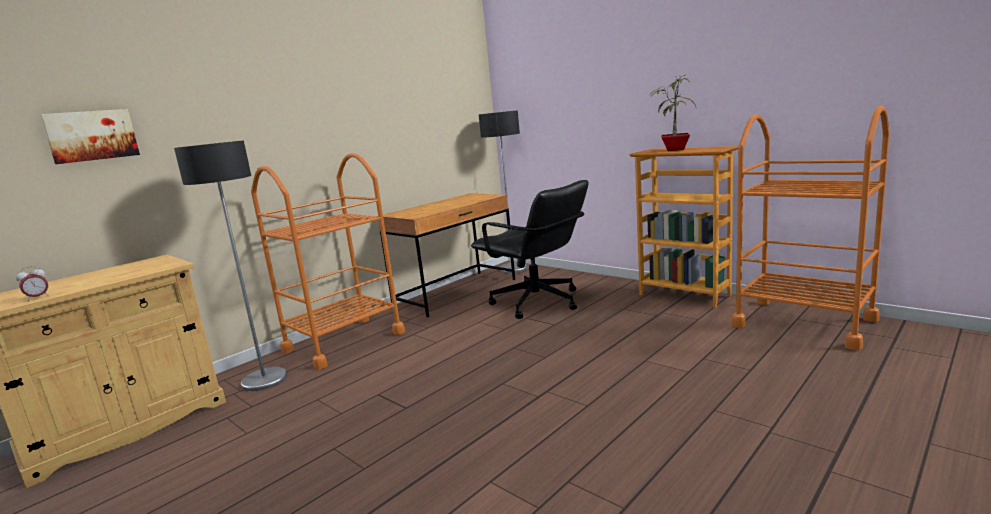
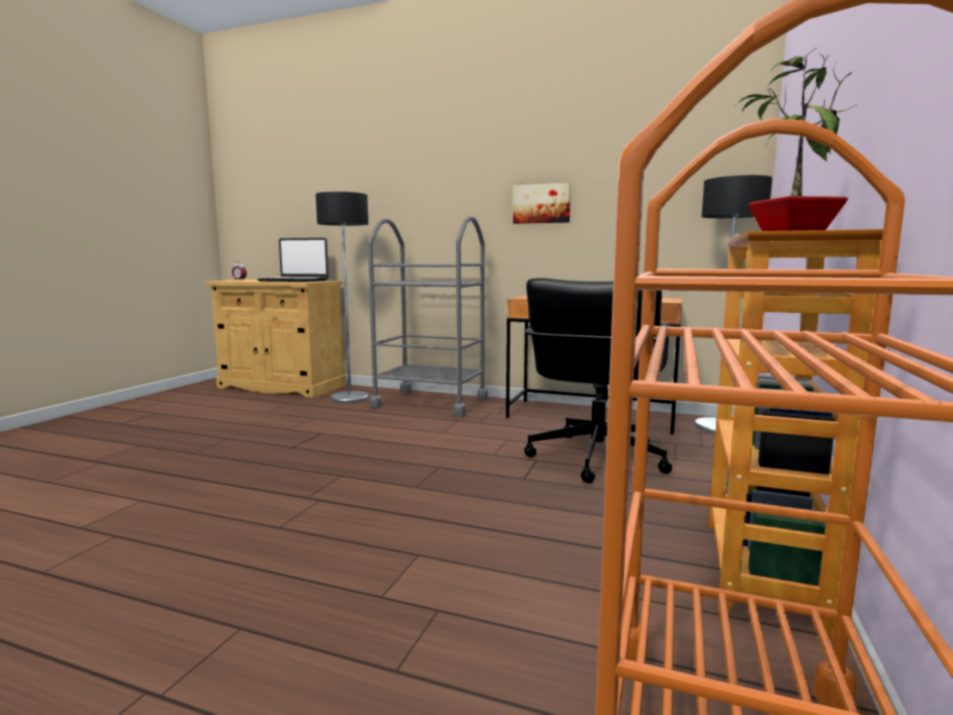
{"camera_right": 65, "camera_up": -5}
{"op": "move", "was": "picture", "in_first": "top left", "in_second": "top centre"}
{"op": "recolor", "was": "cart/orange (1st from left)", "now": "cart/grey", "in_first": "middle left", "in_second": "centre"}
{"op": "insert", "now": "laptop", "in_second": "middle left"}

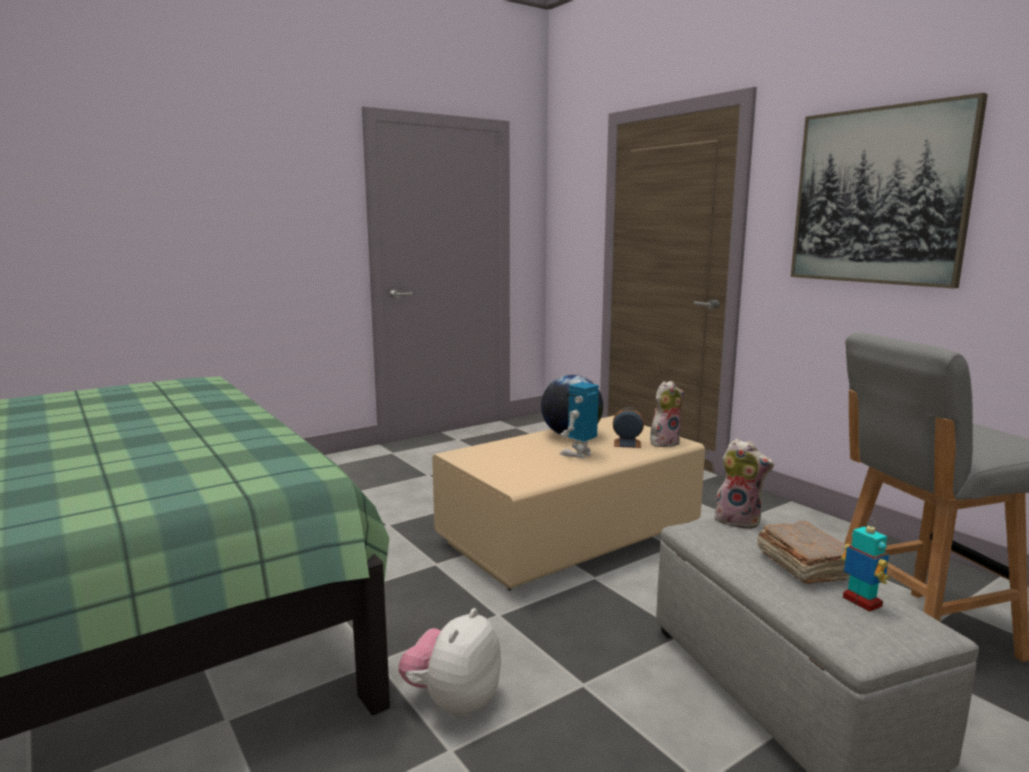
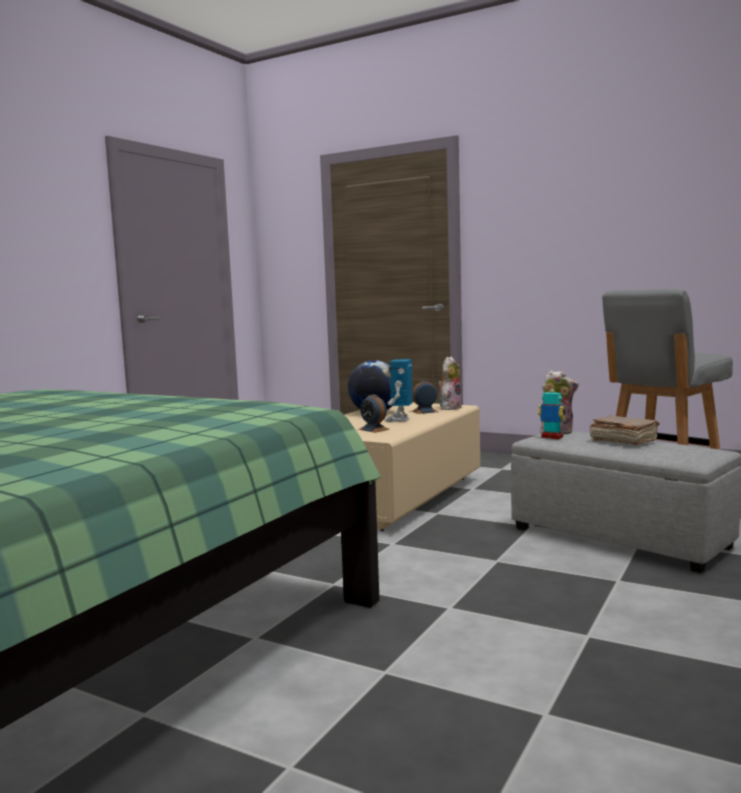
{"camera_right": -25, "camera_up": -5}
{"op": "delete", "was": "plush toy (1st from left)", "in_first": "bottom centre"}
{"op": "delete", "was": "picture", "in_first": "top right"}
{"op": "move", "was": "toy robot (2nd from left)", "in_first": "bottom right", "in_second": "middle right"}
{"op": "insert", "now": "alarm clock (1st from left)", "in_second": "centre"}

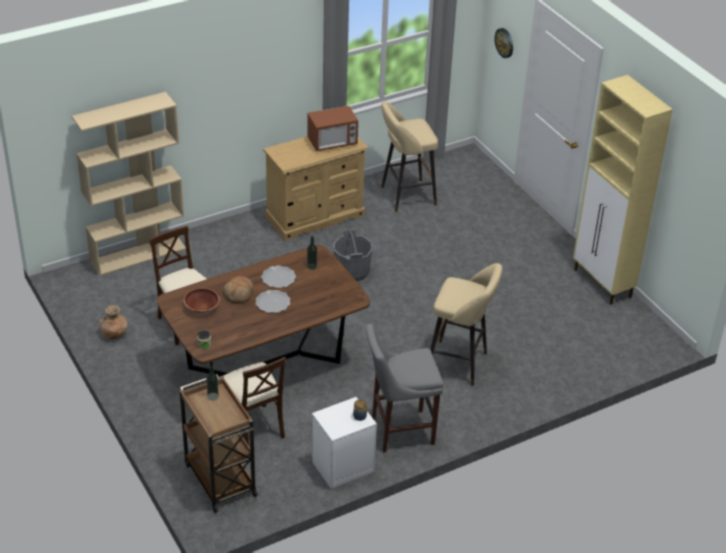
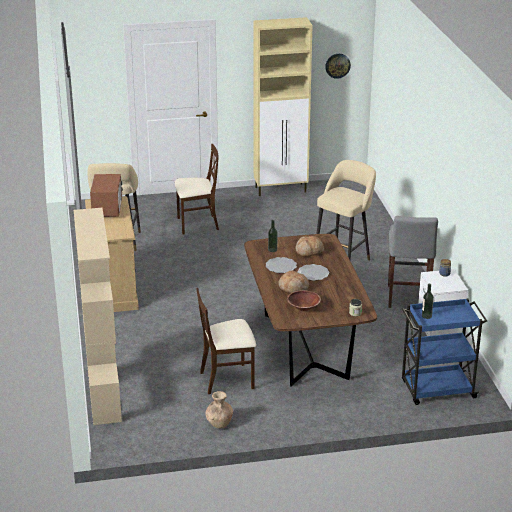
{"camera_right": -70, "camera_up": -10}
{"op": "recolor", "was": "cart/brown", "now": "cart/blue", "in_first": "bottom left", "in_second": "bottom right"}
{"op": "move", "was": "chair/beige (2nd from left in the first image)", "now": "chair/beige (1st from left)", "in_first": "bottom centre", "in_second": "centre"}
{"op": "delete", "was": "bucket/grey", "in_first": "centre"}
{"op": "move", "was": "wall clock", "in_first": "top right", "in_second": "top centre"}
{"op": "insert", "now": "bread (2nd from left)", "in_second": "centre"}

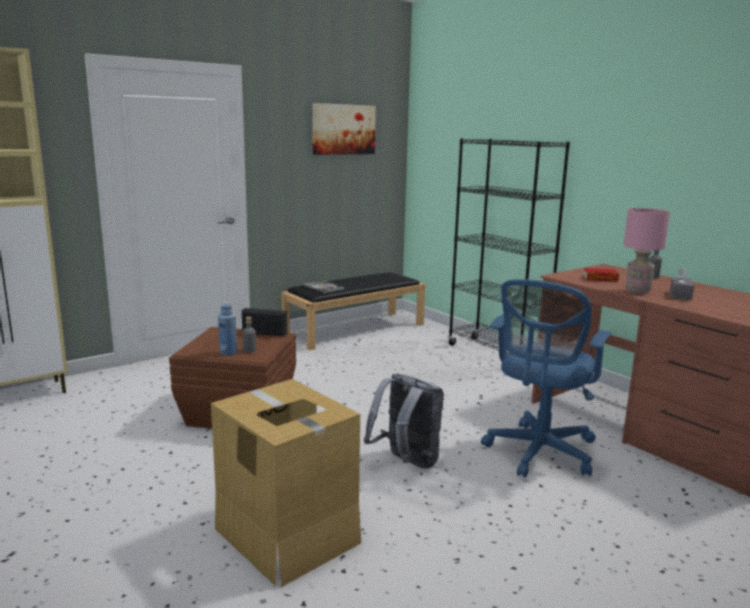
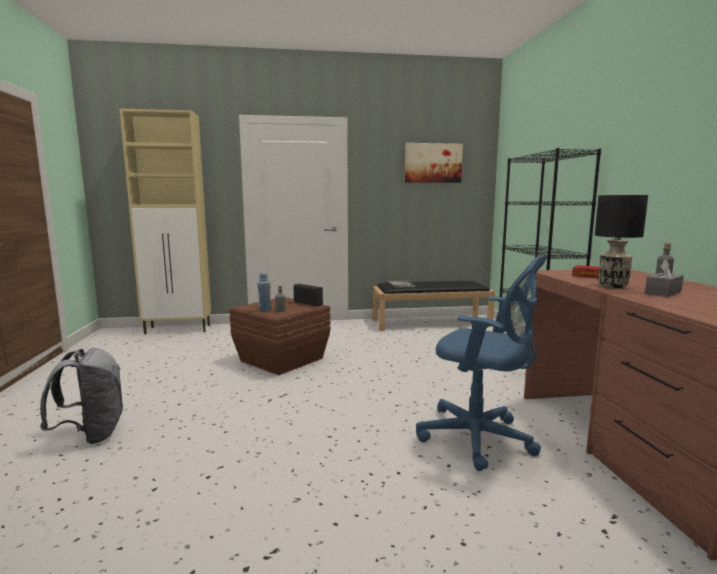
{"camera_right": 30, "camera_up": -5}
{"op": "delete", "was": "cardboard box", "in_first": "bottom centre"}
{"op": "move", "was": "backpack/grey", "in_first": "bottom centre", "in_second": "bottom left"}
{"op": "rotate", "was": "office chair/blue", "in_first": "middle right", "in_second": "middle right", "clockwise": -120}
{"op": "recolor", "was": "table lamp/pink", "now": "table lamp/black", "in_first": "middle right", "in_second": "middle right"}

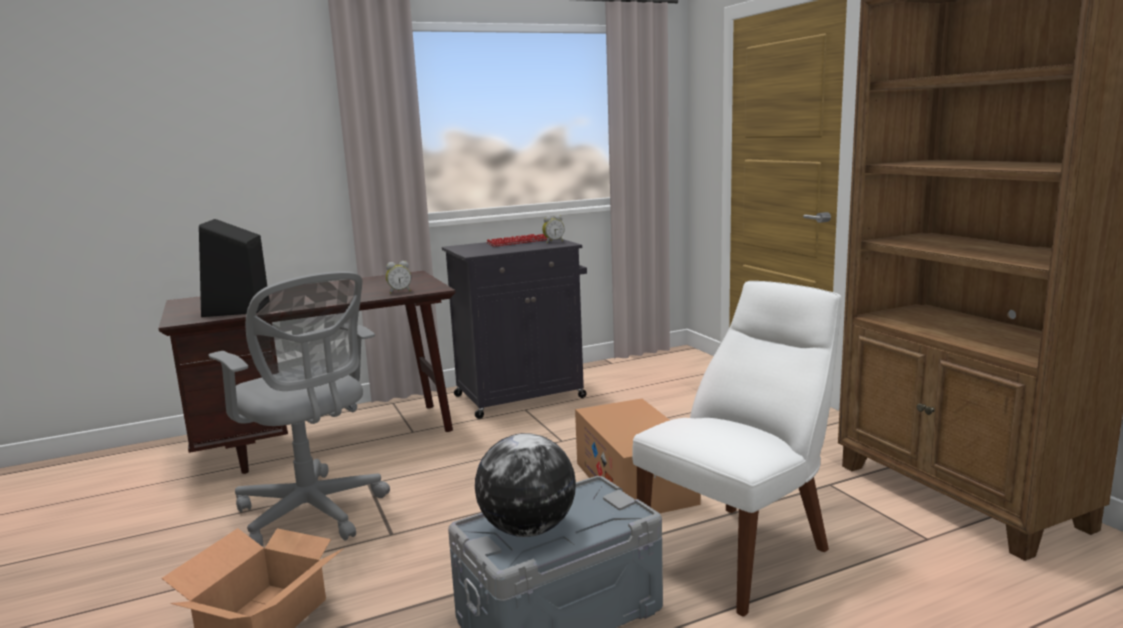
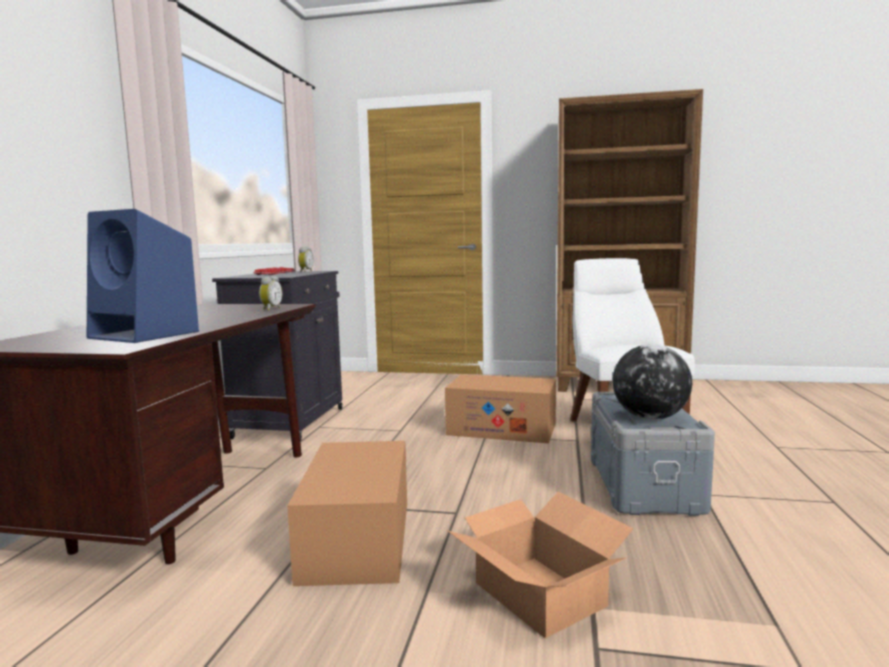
{"camera_right": -55, "camera_up": -5}
{"op": "recolor", "was": "speaker/black", "now": "speaker/blue", "in_first": "middle left", "in_second": "middle left"}
{"op": "replace", "was": "office chair/grey", "now": "cardboard box (1st from left)", "in_first": "middle left", "in_second": "bottom centre"}

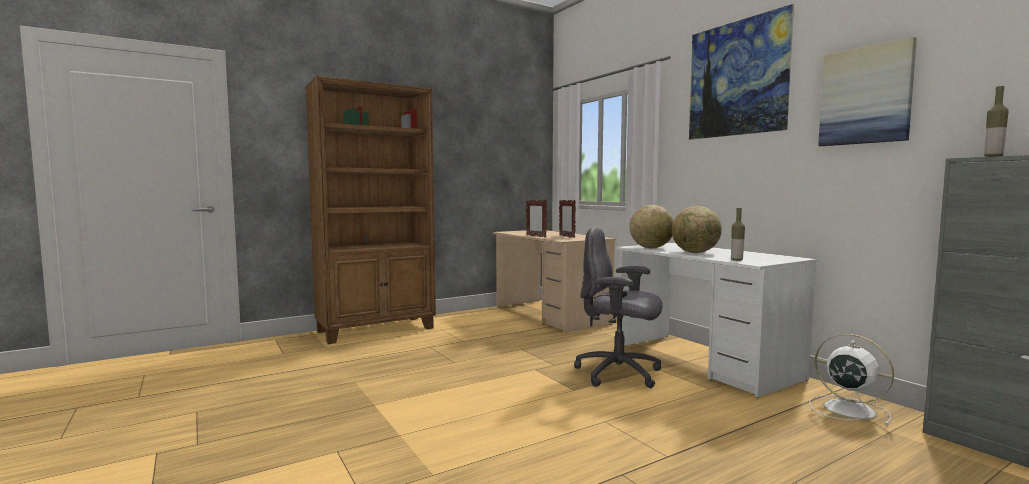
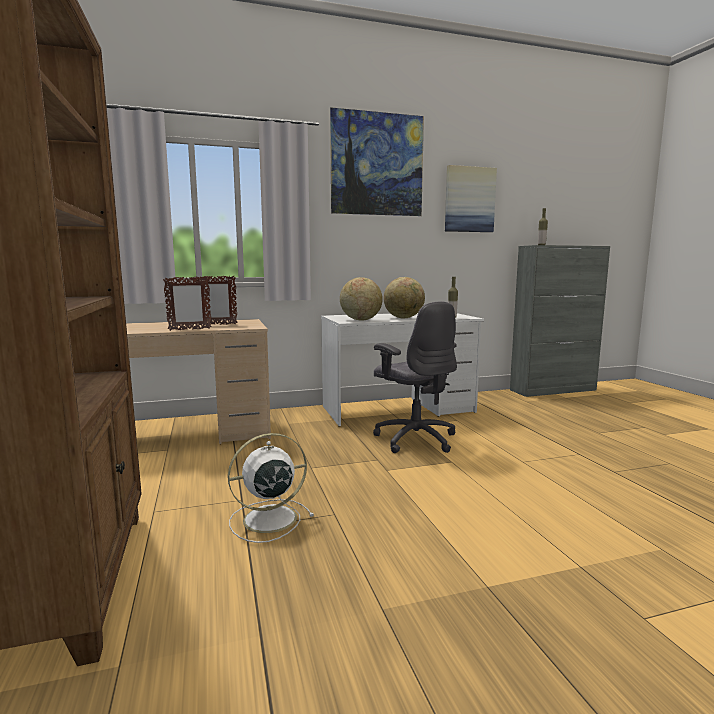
{"camera_right": -75, "camera_up": 5}
{"op": "rotate", "was": "office chair/grey", "in_first": "centre", "in_second": "centre", "clockwise": -75}
{"op": "move", "was": "fan/white", "in_first": "bottom right", "in_second": "bottom centre"}

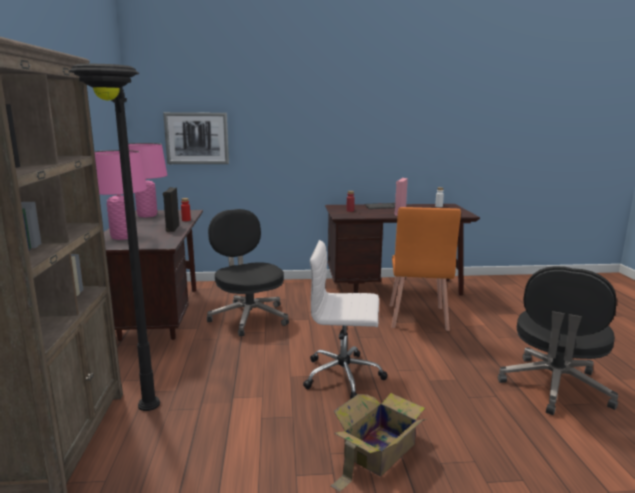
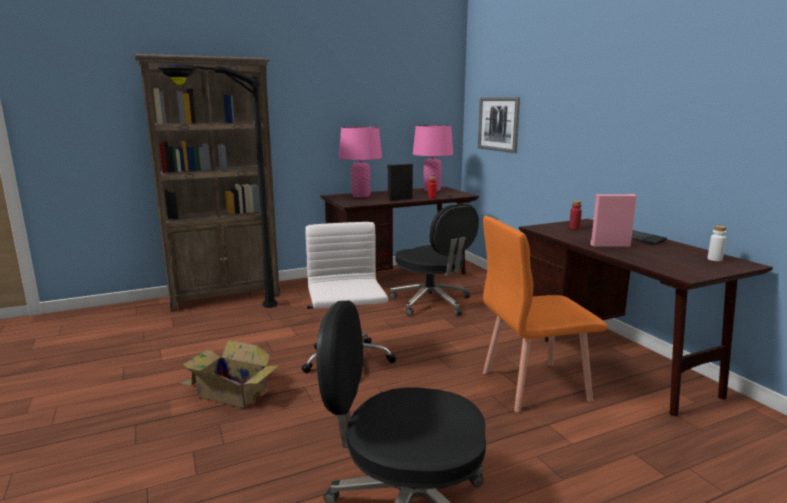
{"camera_right": 70, "camera_up": 0}
{"op": "rotate", "was": "office chair/black (1st from left in the first image)", "in_first": "centre", "in_second": "centre", "clockwise": 105}

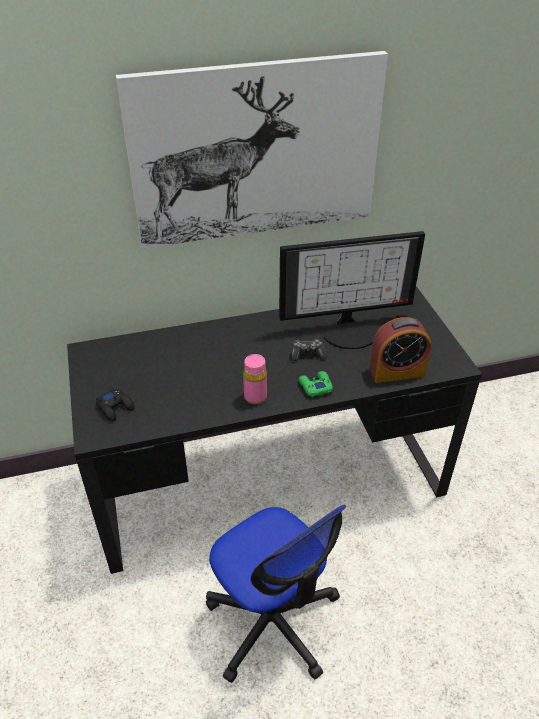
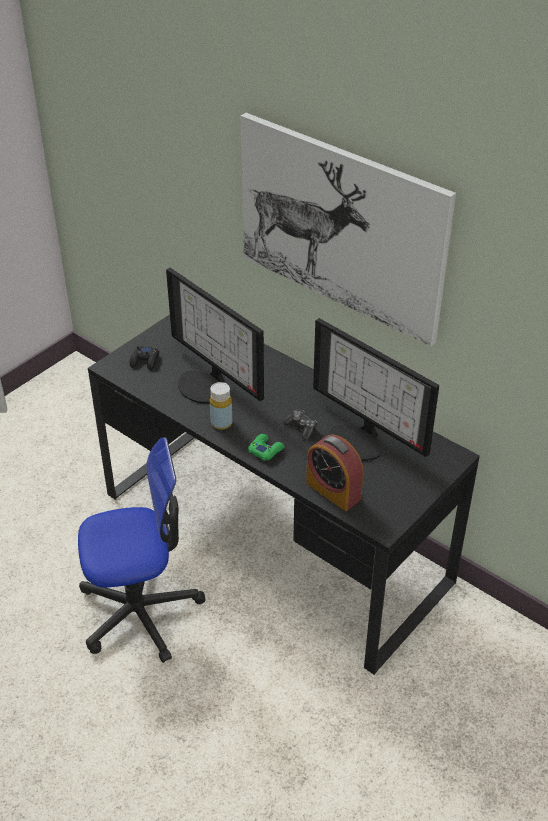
{"camera_right": 55, "camera_up": 0}
{"op": "rotate", "was": "office chair", "in_first": "bottom centre", "in_second": "bottom left", "clockwise": -120}
{"op": "recolor", "was": "bottle/pink", "now": "bottle/yellow", "in_first": "centre", "in_second": "centre"}
{"op": "insert", "now": "monitor (1st from left)", "in_second": "centre"}

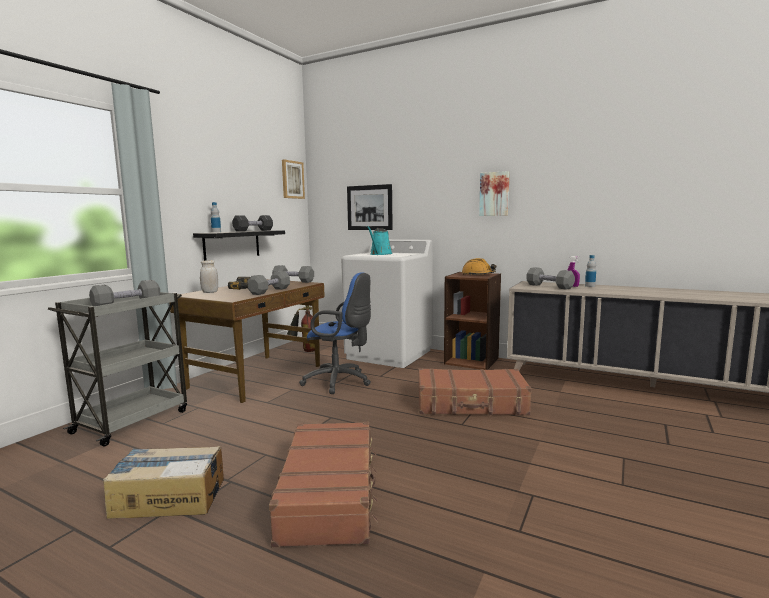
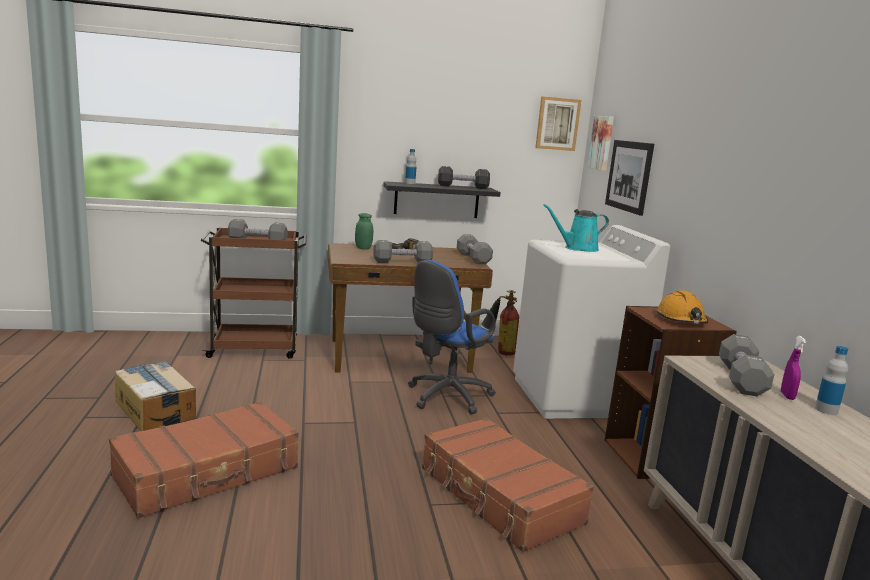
{"camera_right": 50, "camera_up": 5}
{"op": "recolor", "was": "cart/grey", "now": "cart/brown", "in_first": "middle left", "in_second": "middle left"}
{"op": "recolor", "was": "jar/white", "now": "jar/green", "in_first": "middle left", "in_second": "centre"}
{"op": "rotate", "was": "office chair/blue", "in_first": "centre", "in_second": "centre", "clockwise": 60}
{"op": "move", "was": "picture (3rd from left in the first image)", "now": "picture (2nd from left)", "in_first": "top centre", "in_second": "top right"}

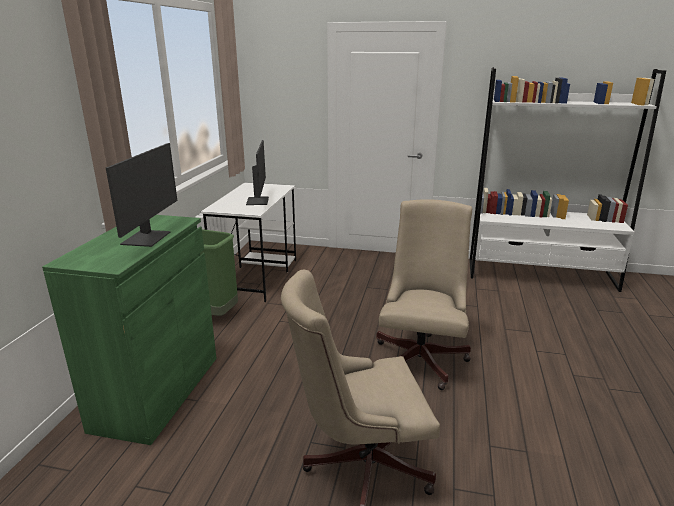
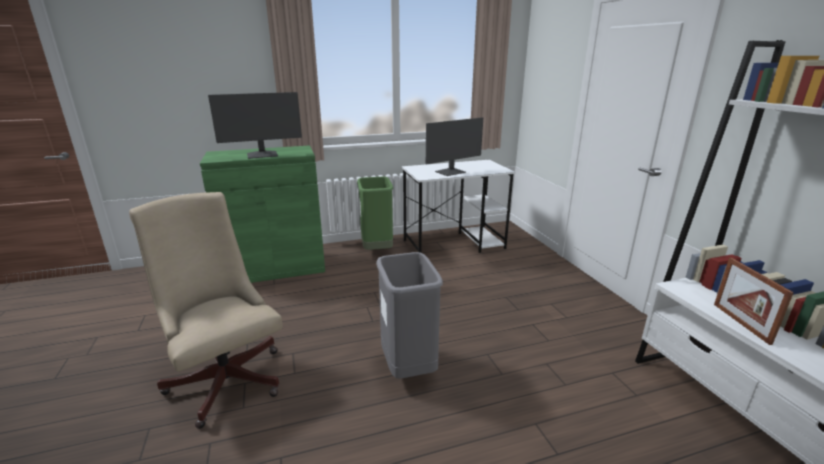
{"camera_right": 60, "camera_up": 0}
{"op": "replace", "was": "office chair/beige (2nd from left)", "now": "trash can/grey", "in_first": "centre", "in_second": "bottom centre"}
{"op": "insert", "now": "picture frame", "in_second": "middle right"}

